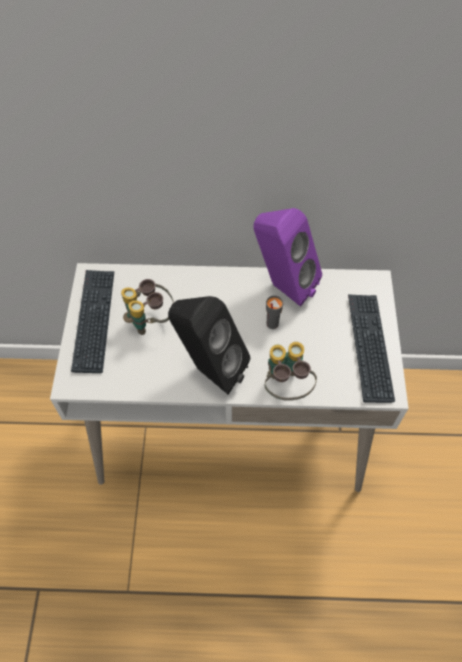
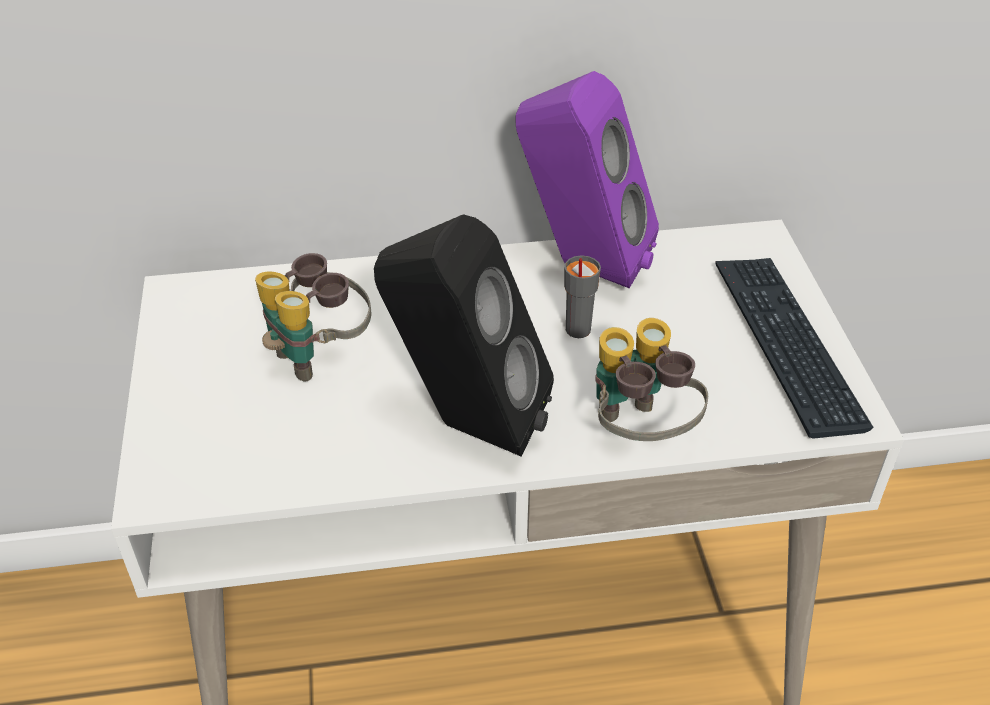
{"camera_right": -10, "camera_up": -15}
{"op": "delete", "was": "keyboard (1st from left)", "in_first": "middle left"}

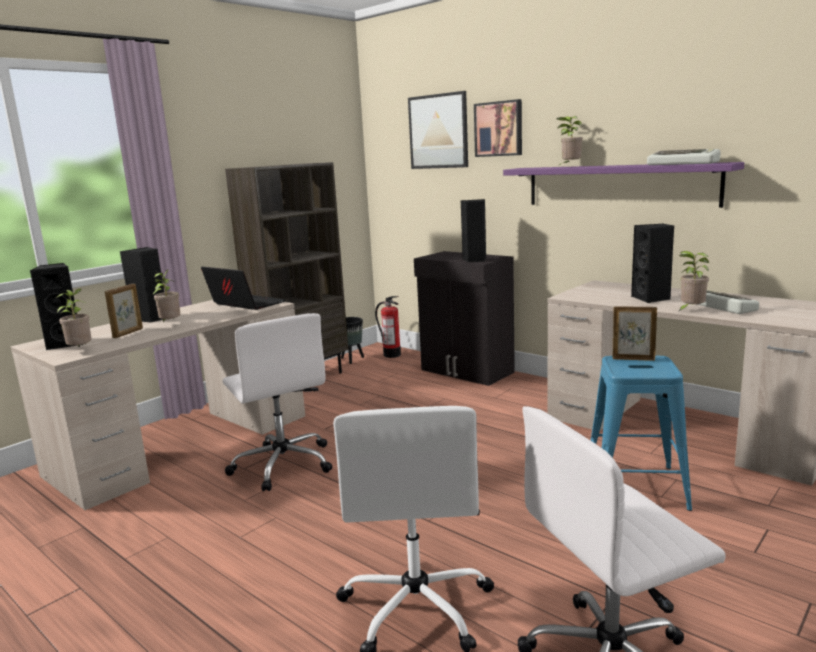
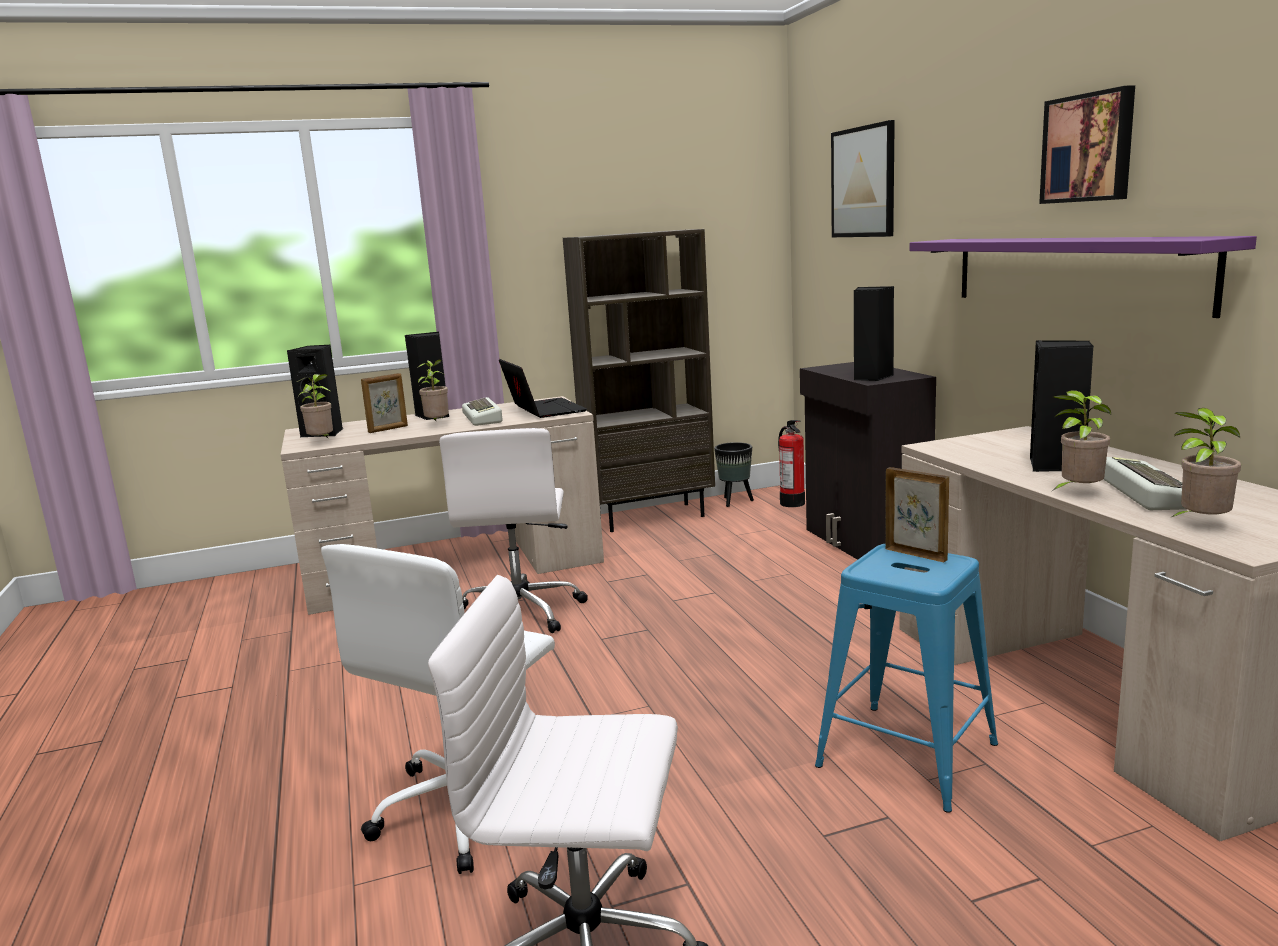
{"camera_right": 30, "camera_up": 0}
{"op": "move", "was": "picture (2nd from left)", "in_first": "top centre", "in_second": "top right"}
{"op": "move", "was": "potted plant (3rd from left in the first image)", "now": "potted plant (4th from left)", "in_first": "top right", "in_second": "middle right"}
{"op": "move", "was": "keyboard (1st from left)", "in_first": "top right", "in_second": "centre"}

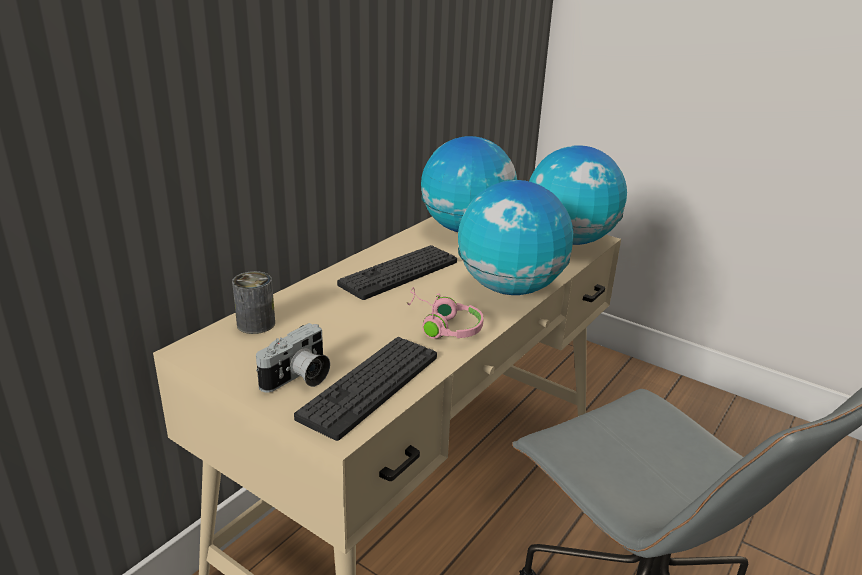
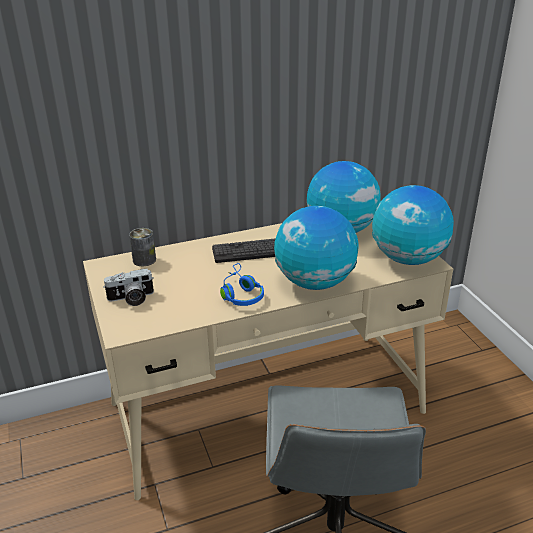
{"camera_right": 35, "camera_up": 5}
{"op": "delete", "was": "keyboard (1st from left)", "in_first": "bottom centre"}
{"op": "recolor", "was": "headphones/pink", "now": "headphones/blue", "in_first": "centre", "in_second": "centre"}

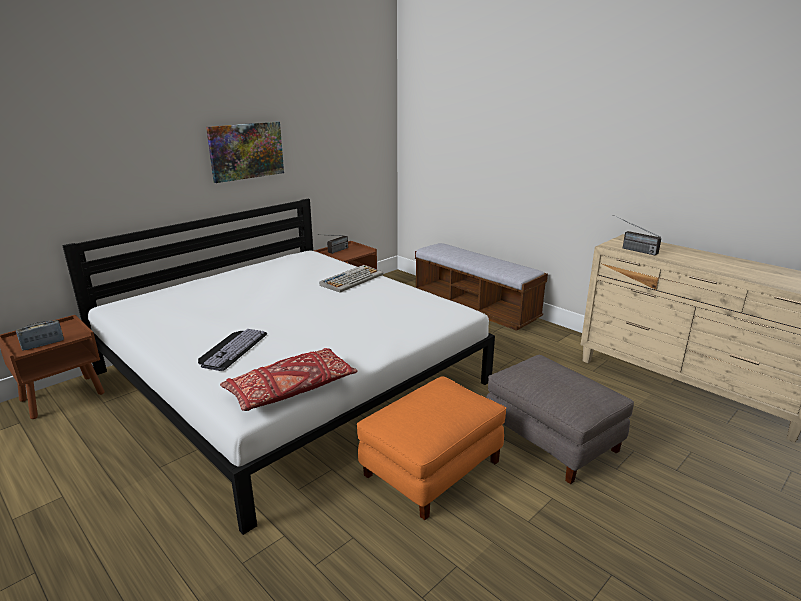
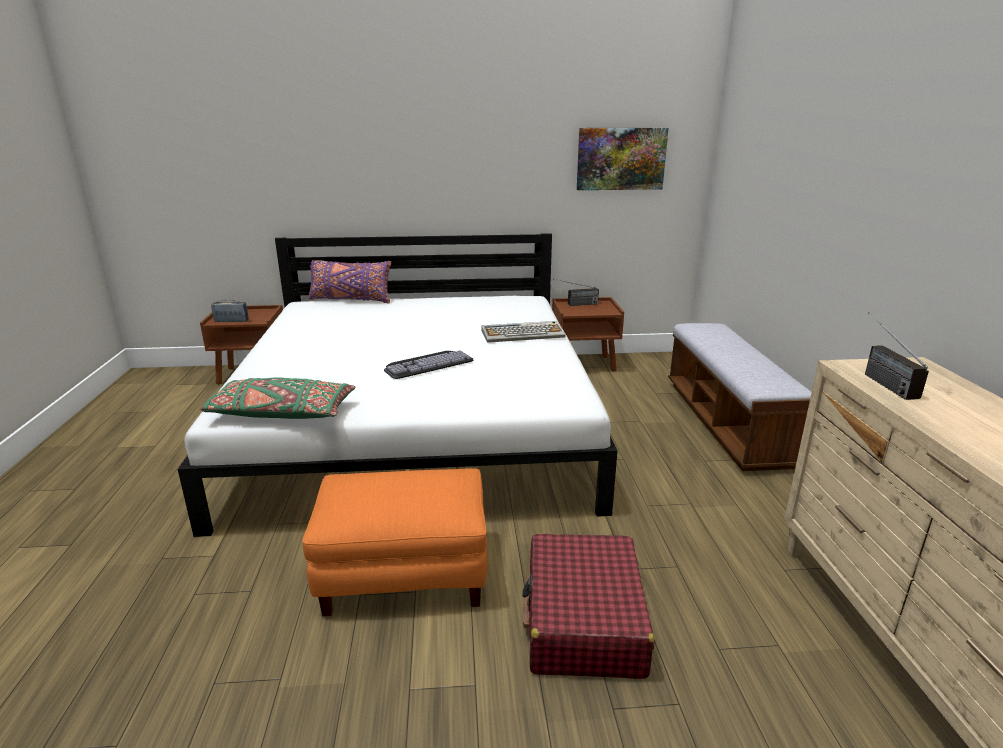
{"camera_right": 40, "camera_up": 0}
{"op": "move", "was": "keyboard (1st from left)", "in_first": "middle left", "in_second": "centre"}
{"op": "move", "was": "picture", "in_first": "top left", "in_second": "top centre"}
{"op": "recolor", "was": "pillow/red", "now": "pillow/green", "in_first": "centre", "in_second": "middle left"}
{"op": "replace", "was": "ottoman/grey", "now": "suitcase/red", "in_first": "bottom right", "in_second": "bottom centre"}
{"op": "insert", "now": "pillow/purple", "in_second": "centre"}

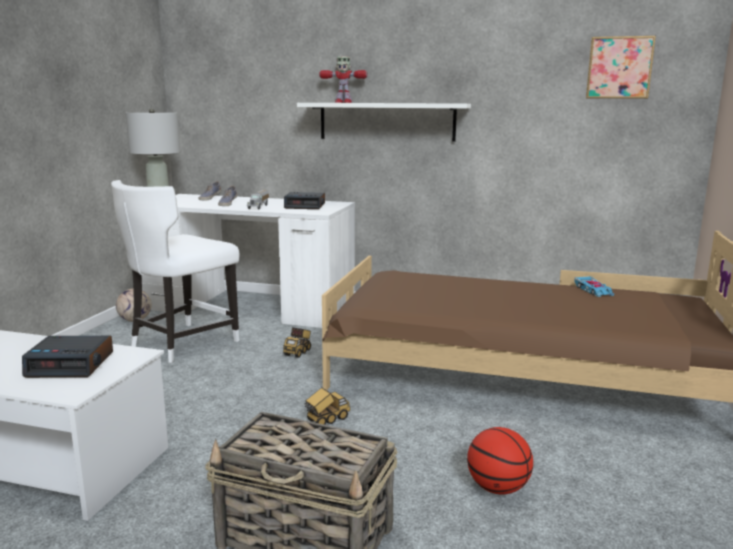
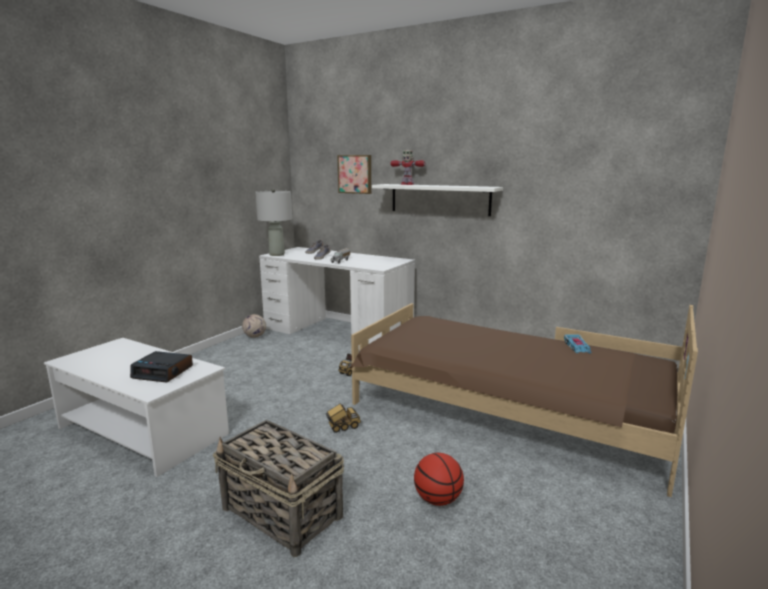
{"camera_right": 15, "camera_up": 0}
{"op": "delete", "was": "chair/white", "in_first": "middle left"}
{"op": "delete", "was": "alarm clock (2nd from left)", "in_first": "centre"}
{"op": "move", "was": "picture", "in_first": "top right", "in_second": "top centre"}

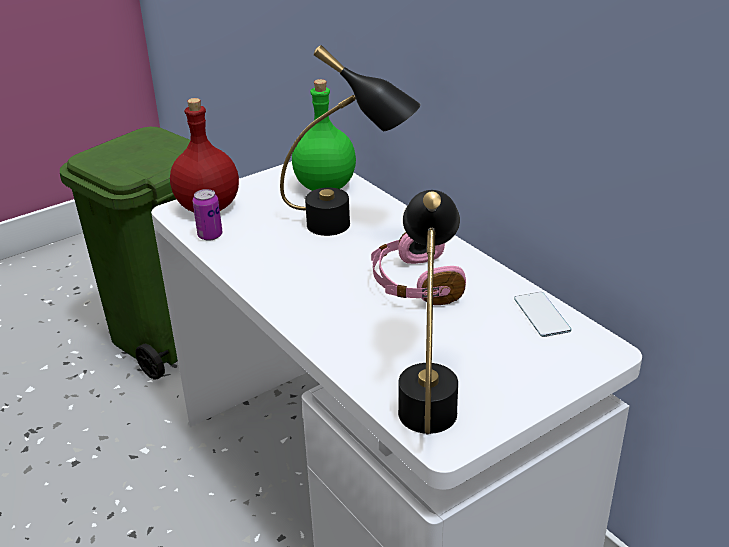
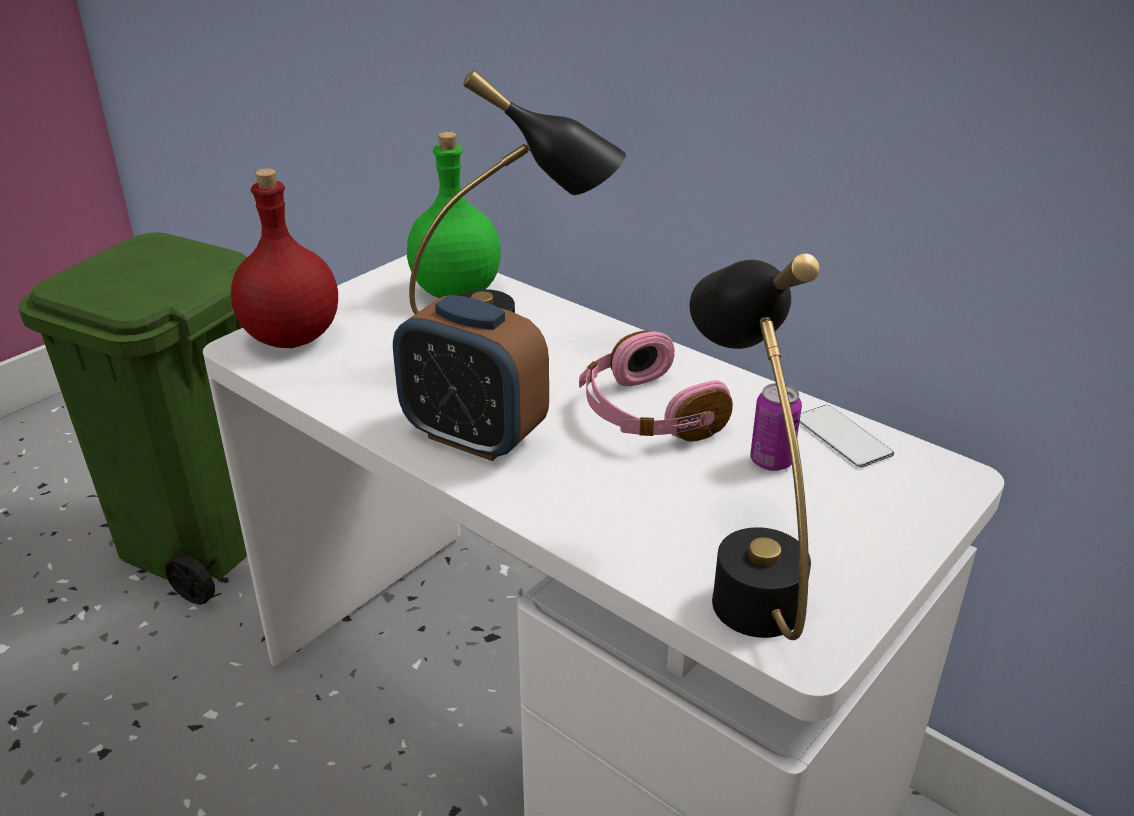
{"camera_right": -15, "camera_up": 0}
{"op": "move", "was": "can", "in_first": "middle left", "in_second": "middle right"}
{"op": "insert", "now": "alarm clock", "in_second": "centre"}

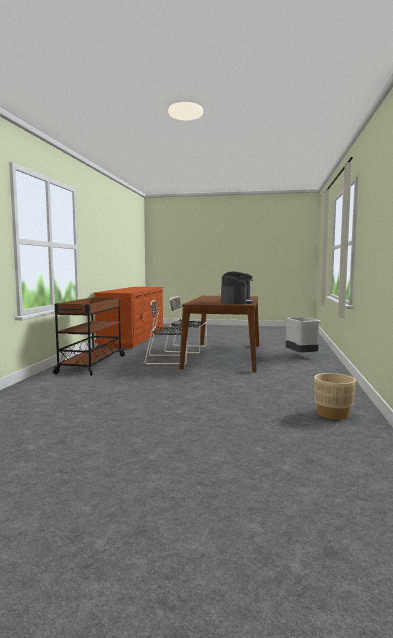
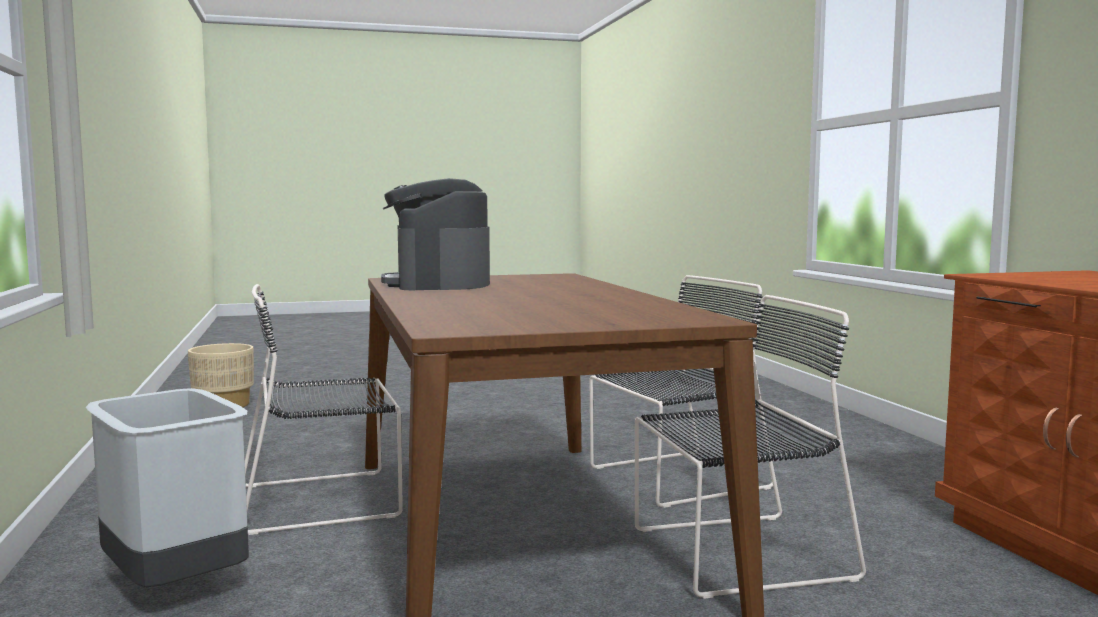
{"camera_right": 155, "camera_up": 0}
{"op": "delete", "was": "cart/brown", "in_first": "middle left"}
{"op": "insert", "now": "chair/black (1st from left)", "in_second": "middle left"}

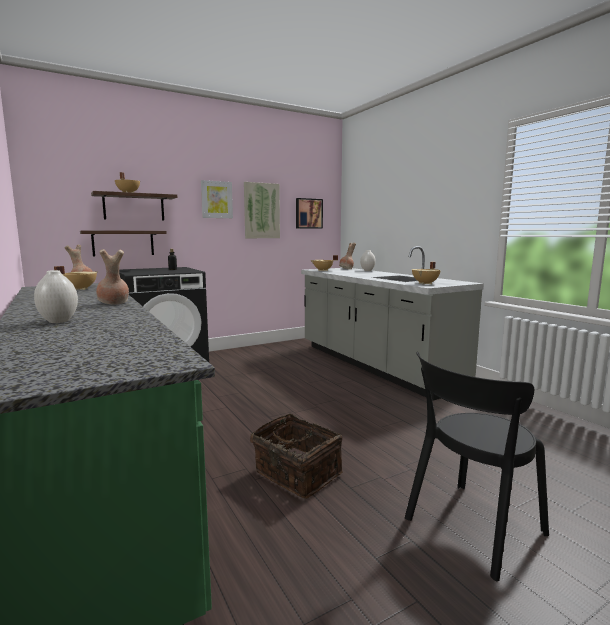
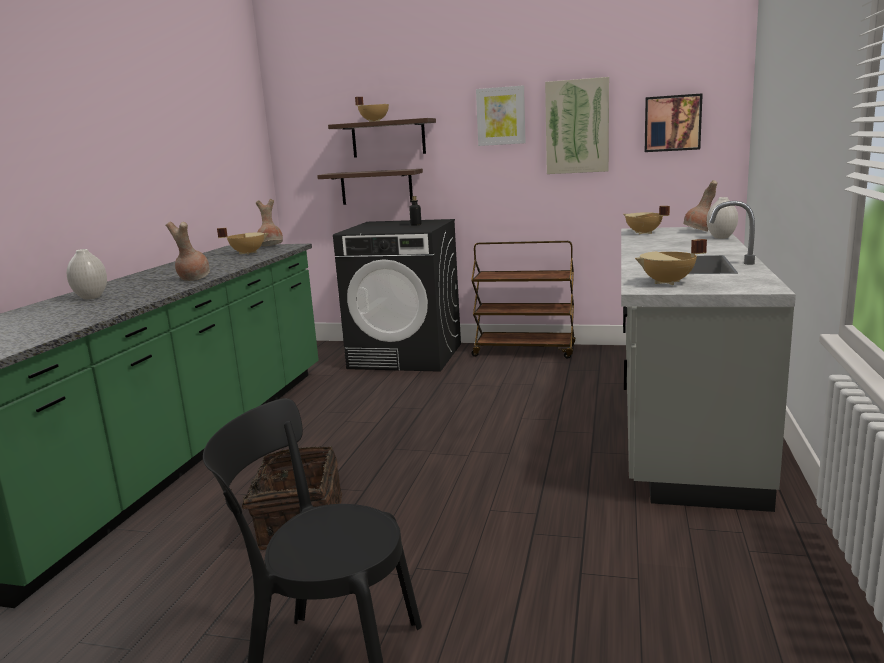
{"camera_right": 45, "camera_up": 5}
{"op": "insert", "now": "cart/brown", "in_second": "centre"}

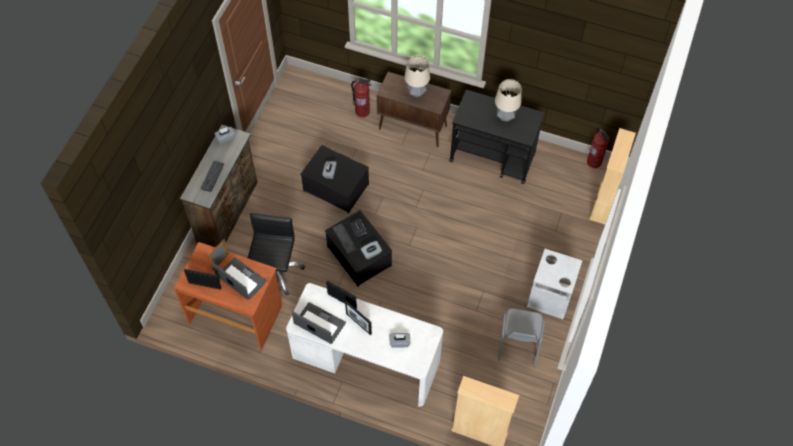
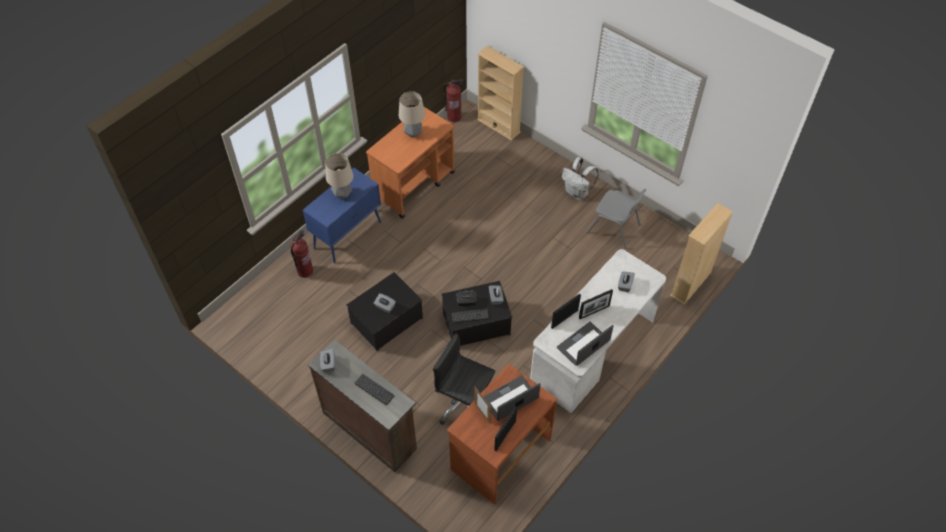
{"camera_right": -70, "camera_up": -5}
{"op": "recolor", "was": "cabinet/brown", "now": "cabinet/blue", "in_first": "top centre", "in_second": "centre"}
{"op": "recolor", "was": "cart/black", "now": "cart/orange", "in_first": "top centre", "in_second": "top centre"}
{"op": "replace", "was": "trash can/grey", "now": "backpack/white", "in_first": "middle right", "in_second": "centre"}

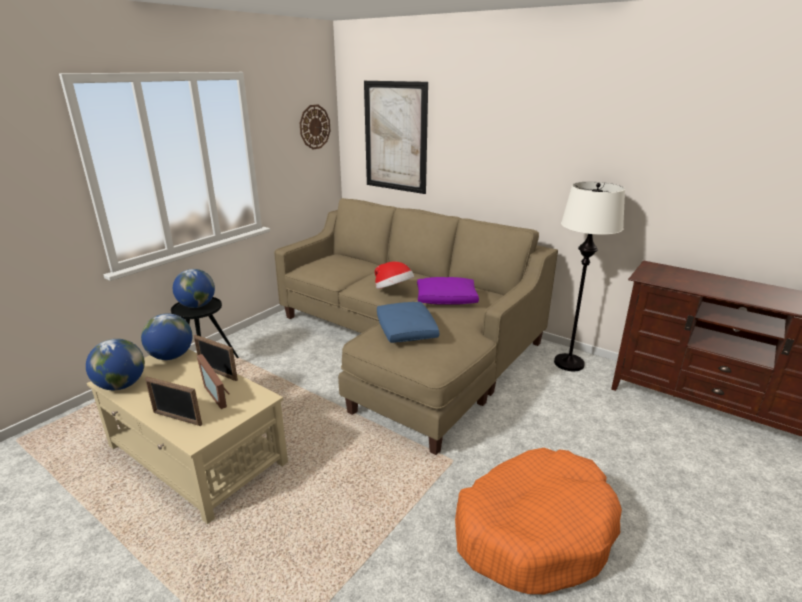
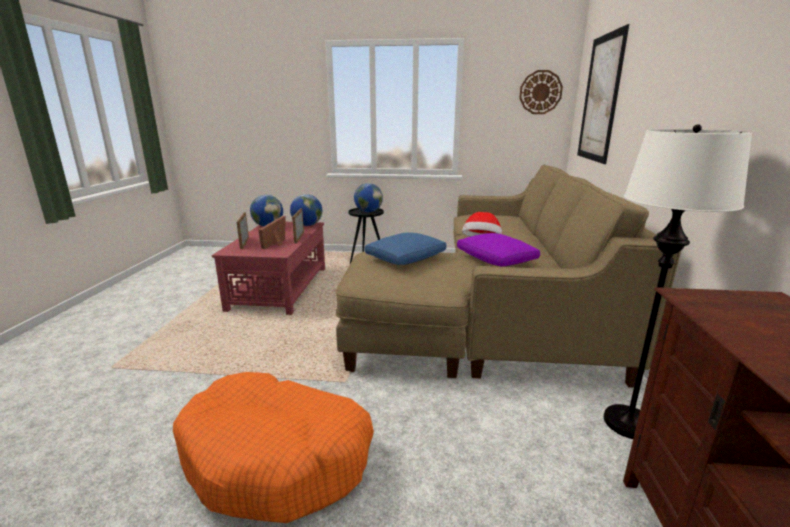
{"camera_right": 60, "camera_up": -5}
{"op": "recolor", "was": "coffee table/beige", "now": "coffee table/red", "in_first": "bottom left", "in_second": "centre"}

